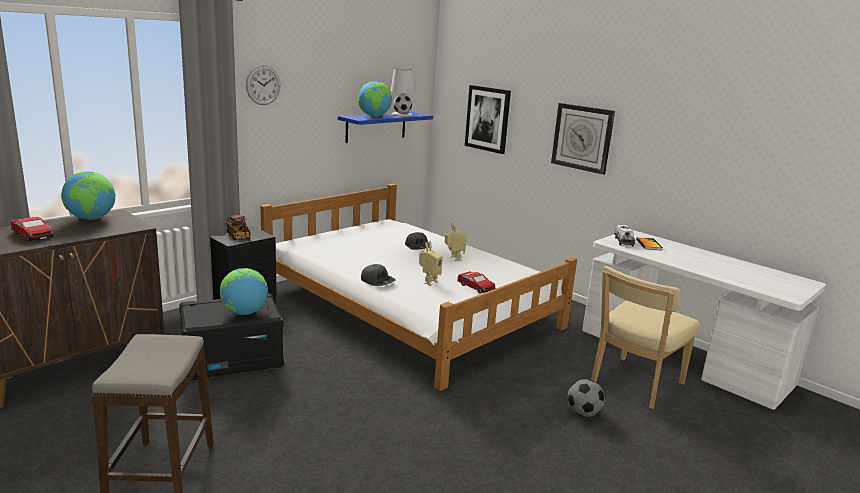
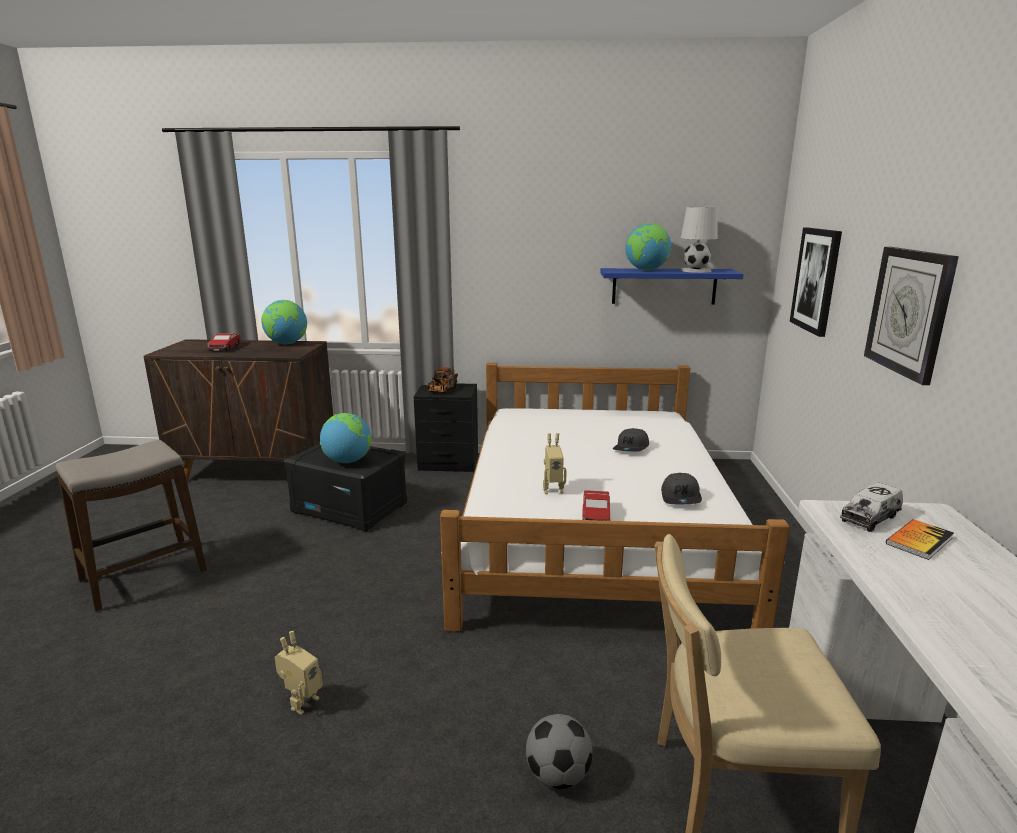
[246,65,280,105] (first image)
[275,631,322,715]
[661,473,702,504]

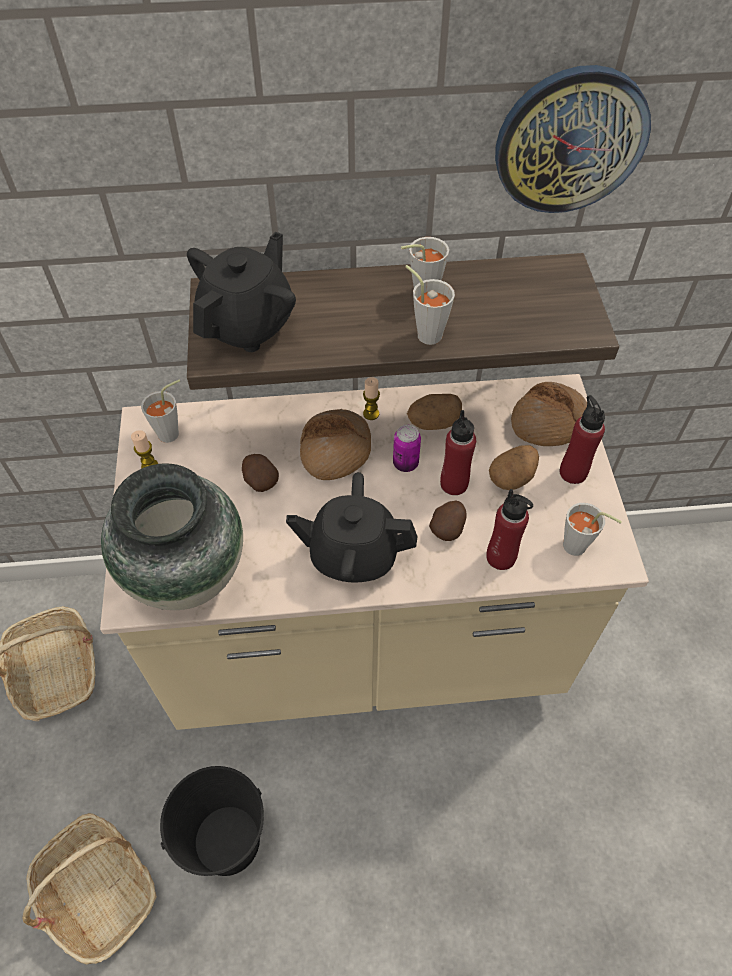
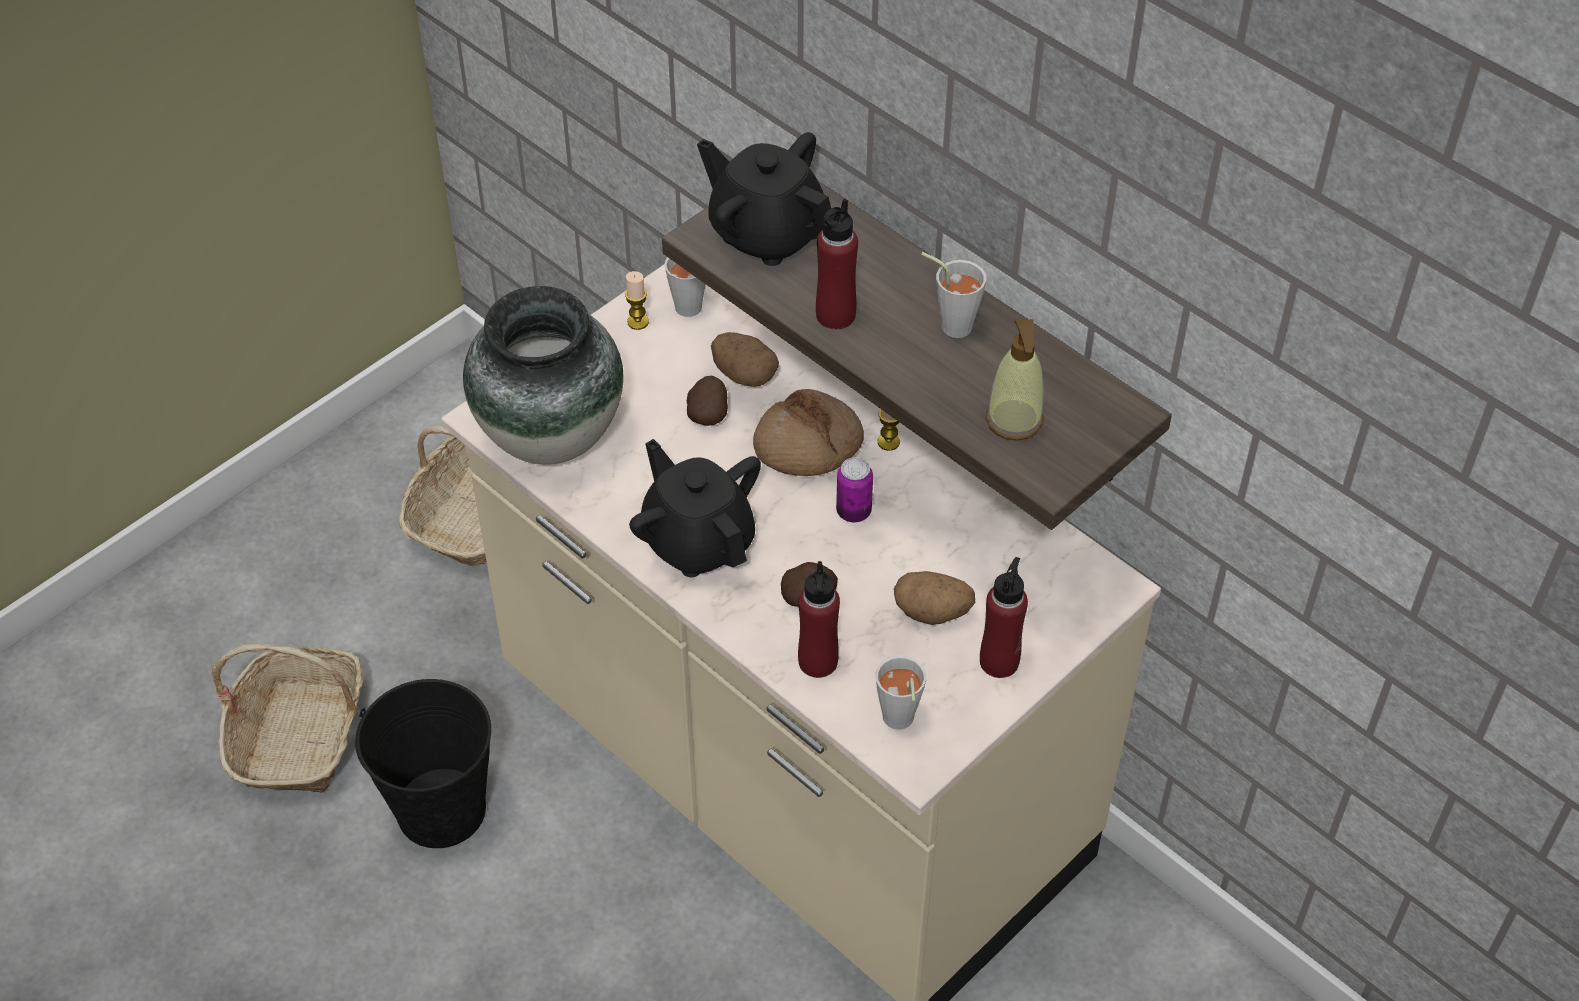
[495,65,651,213] (first image)
[697,132,831,266]
[405,265,455,345] (first image)
[511,382,587,446] (first image)
[711,332,779,387]
[816,198,858,329]
[985,319,1044,441]

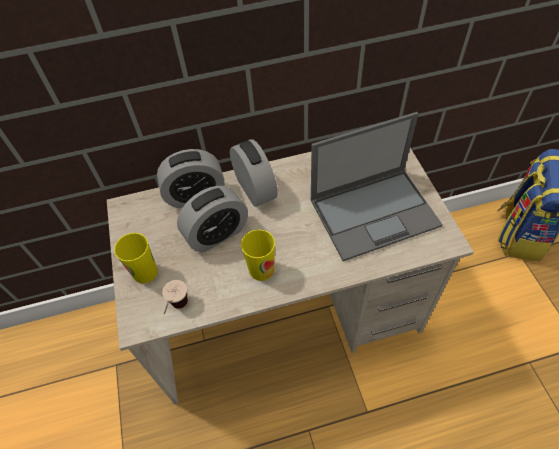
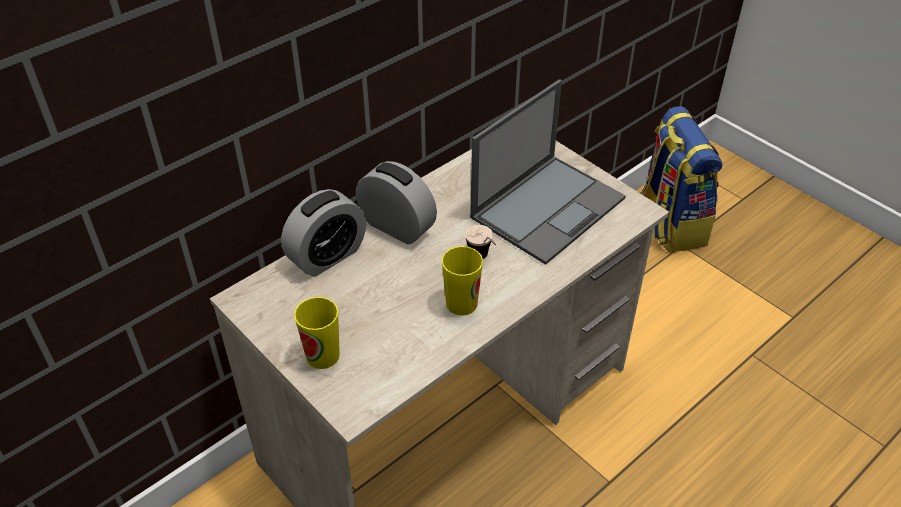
[177,186,248,252] (first image)
[465,225,496,259]

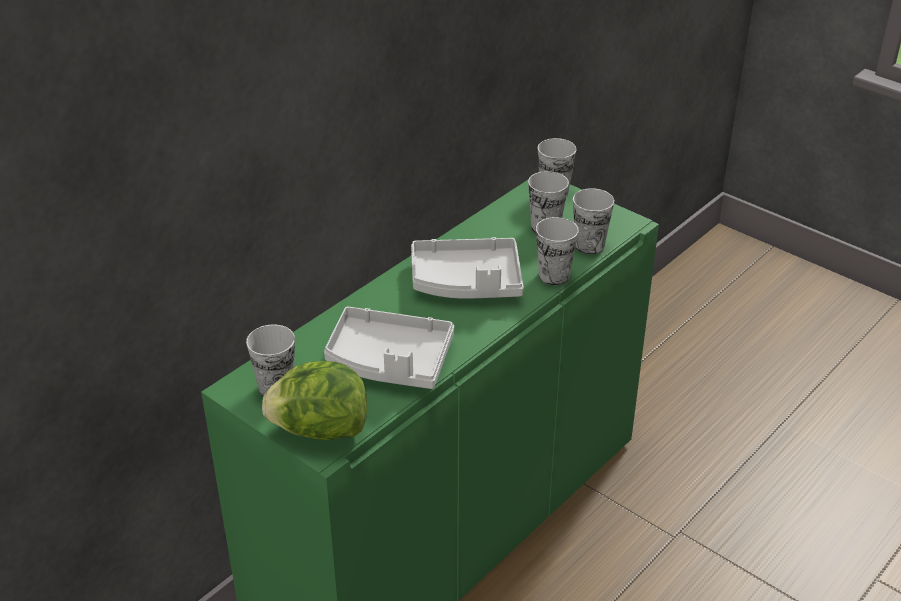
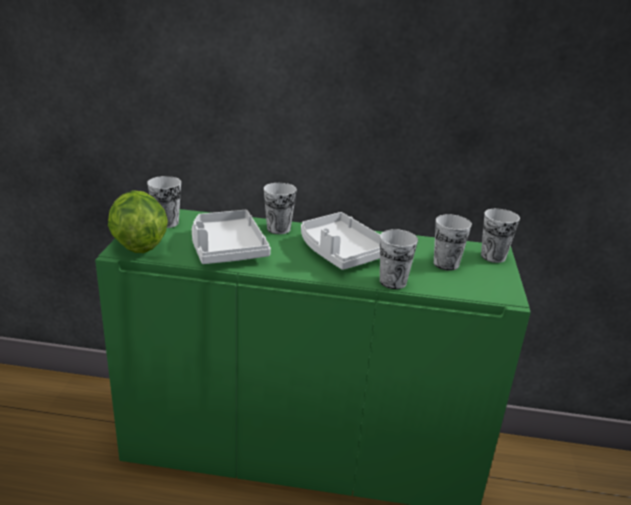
[264,183,297,234]

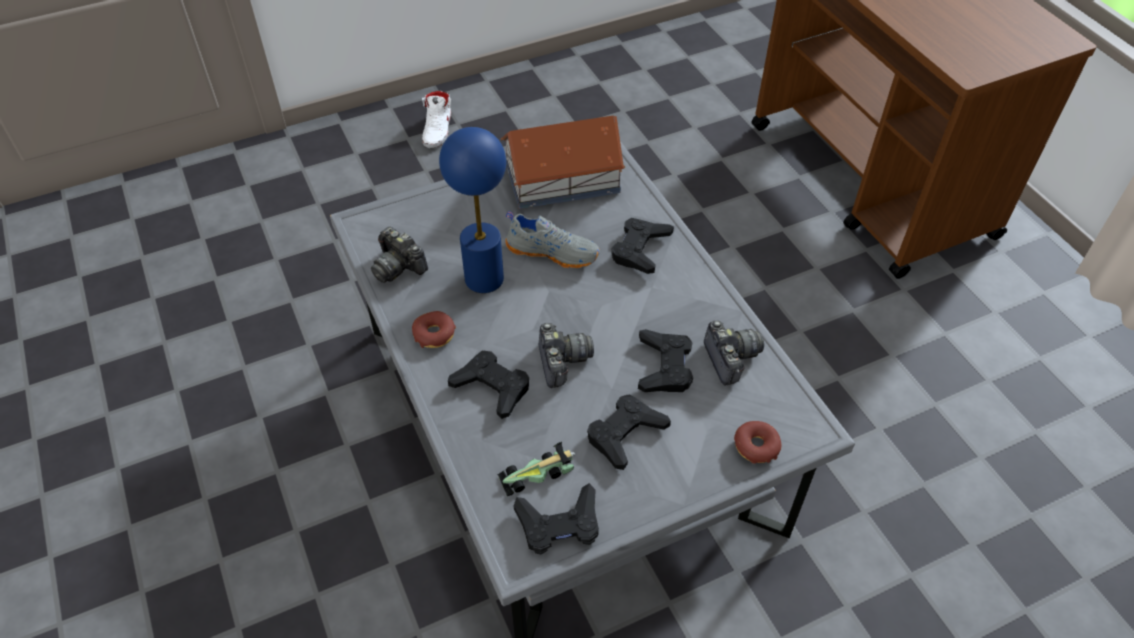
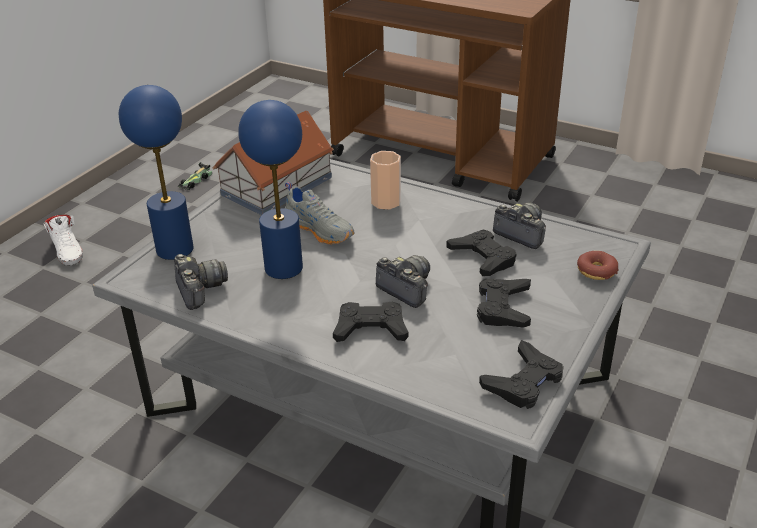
[285,182,355,245]
[370,151,401,210]
[174,254,228,310]
[412,311,456,348] (first image)
[178,162,212,191]
[119,85,194,260]

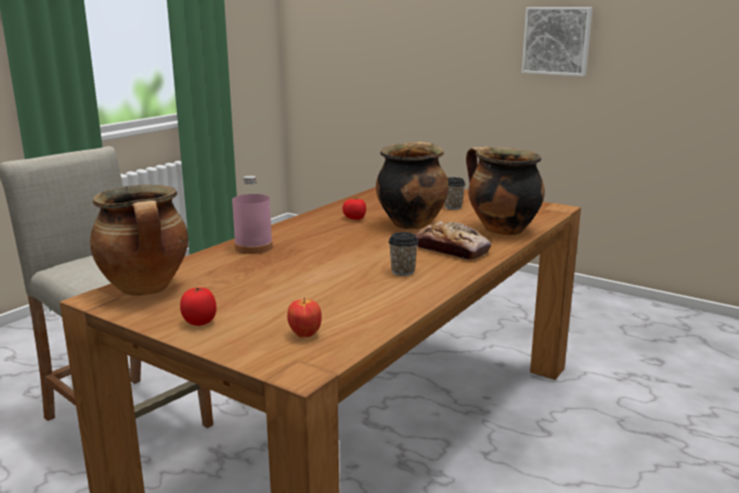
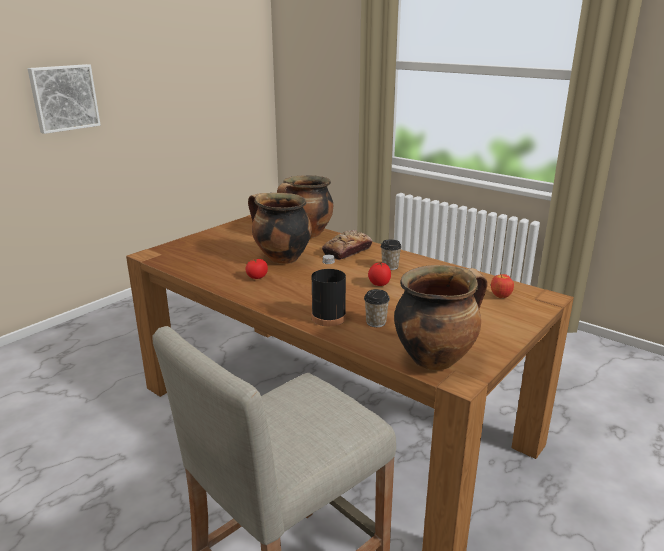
[312,255,346,326]
[364,289,390,327]
[368,262,391,286]

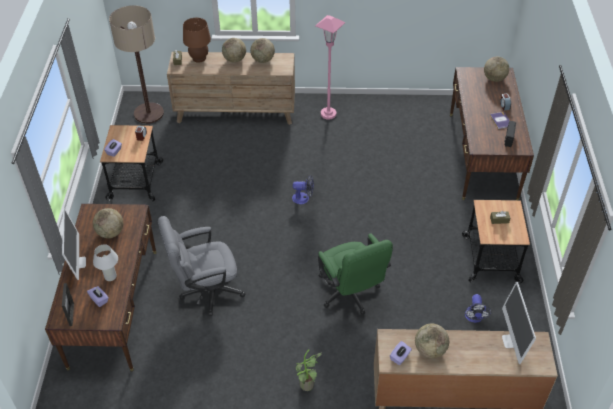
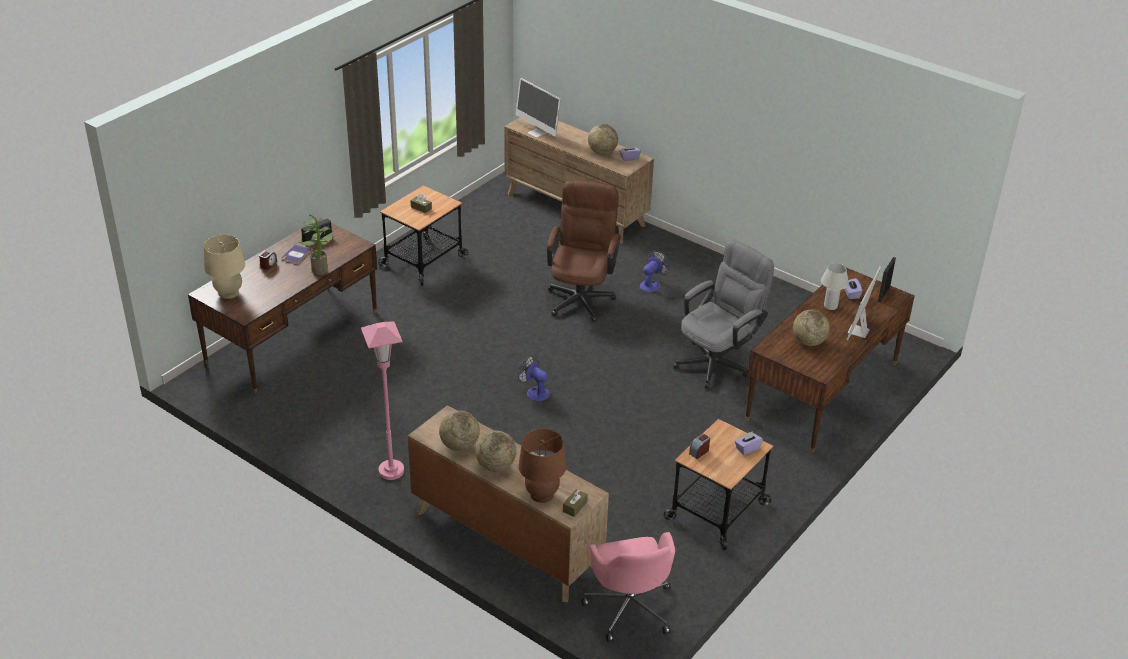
[582,532,675,642]
[204,235,245,299]
[673,239,774,388]
[547,181,621,322]
[516,78,561,138]
[640,250,670,292]
[297,214,334,275]

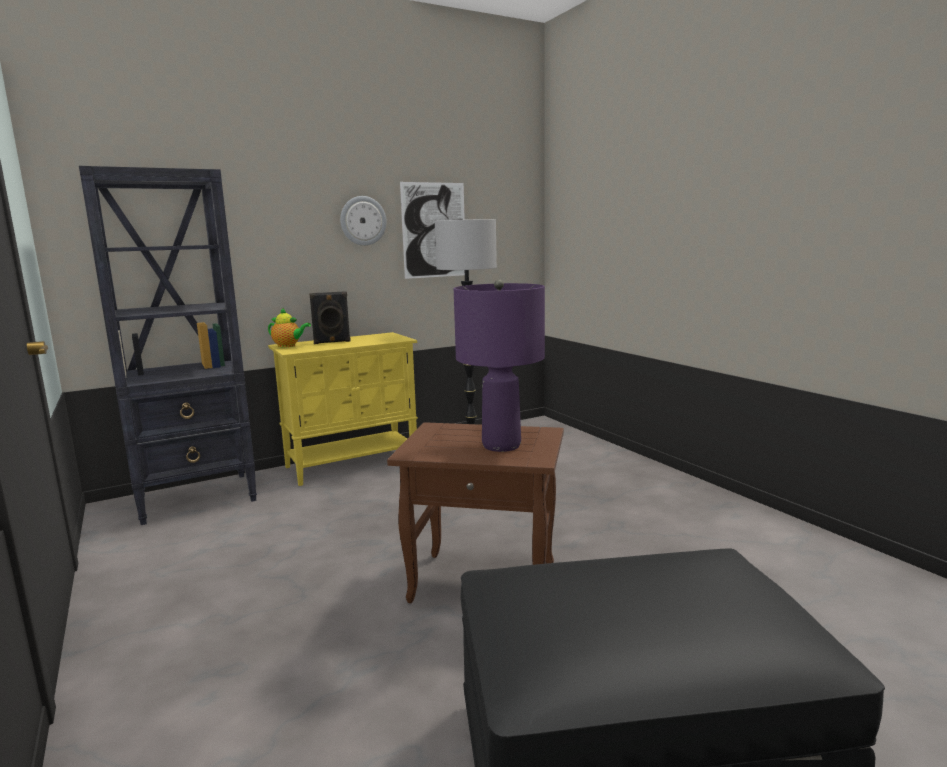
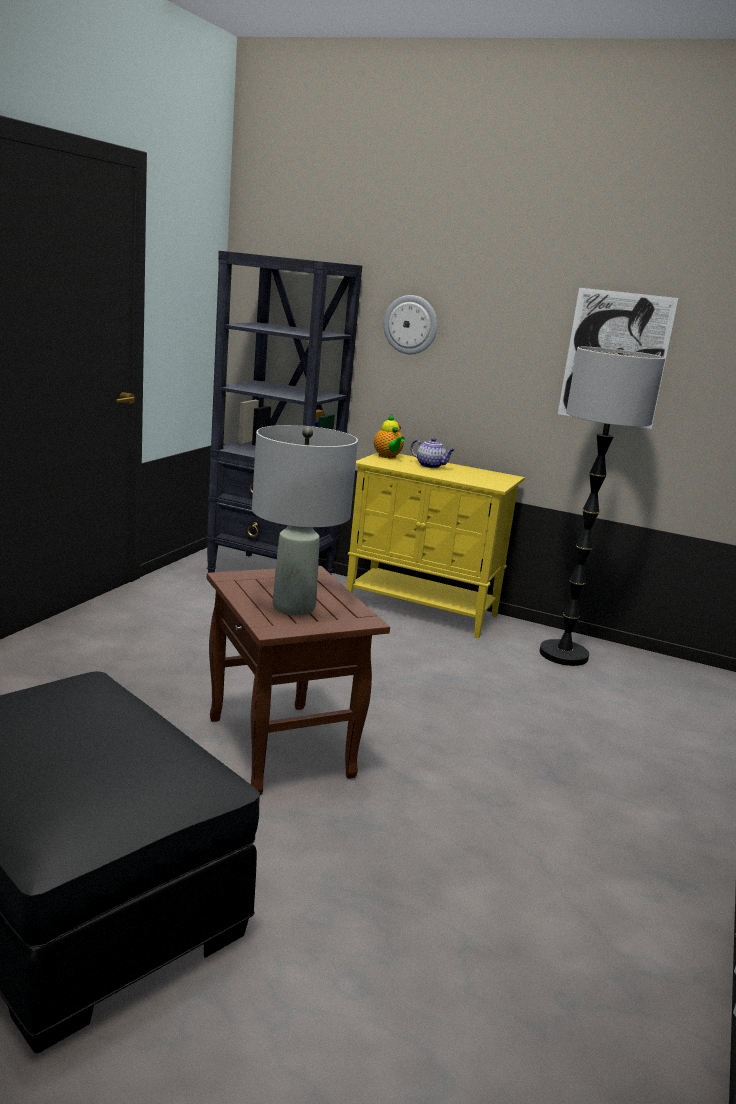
[384,295,437,354]
[252,425,358,616]
[411,438,455,468]

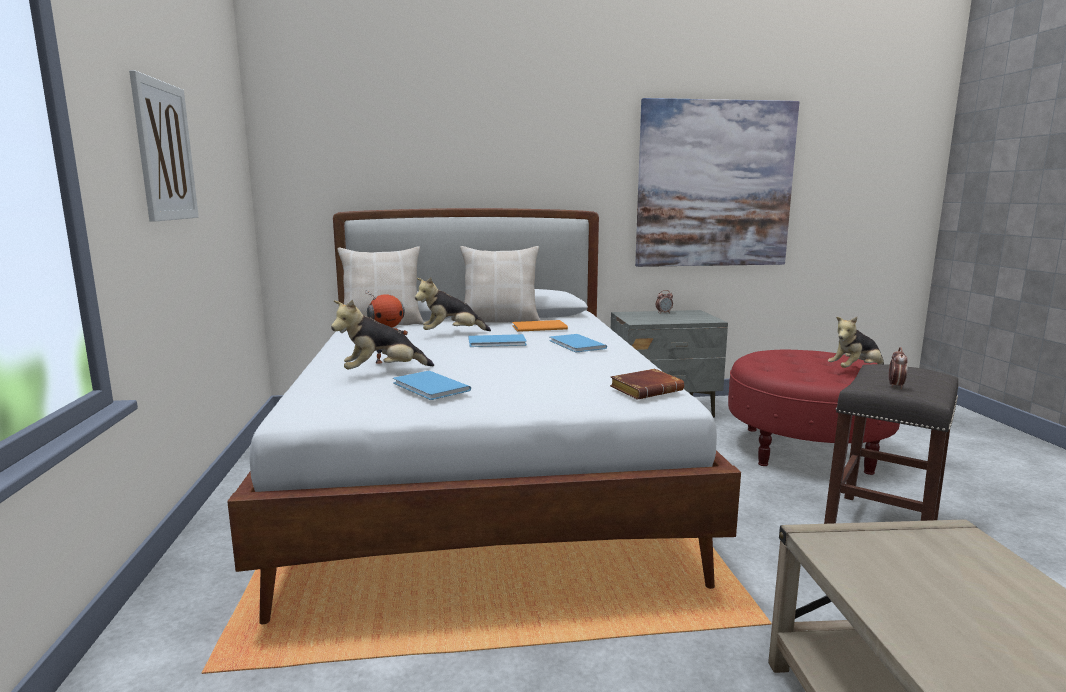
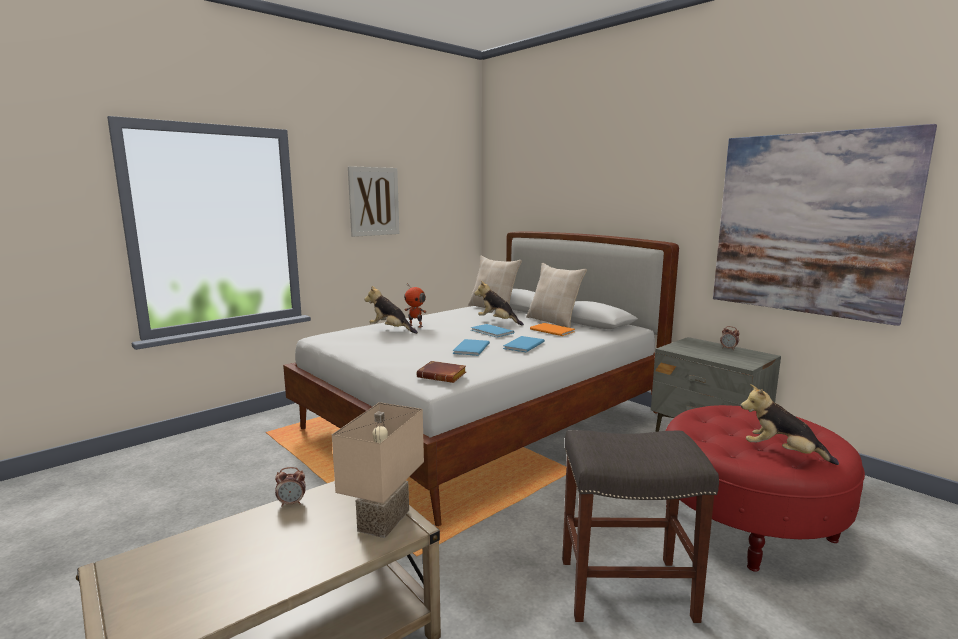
[275,467,306,506]
[452,339,490,356]
[332,402,424,538]

